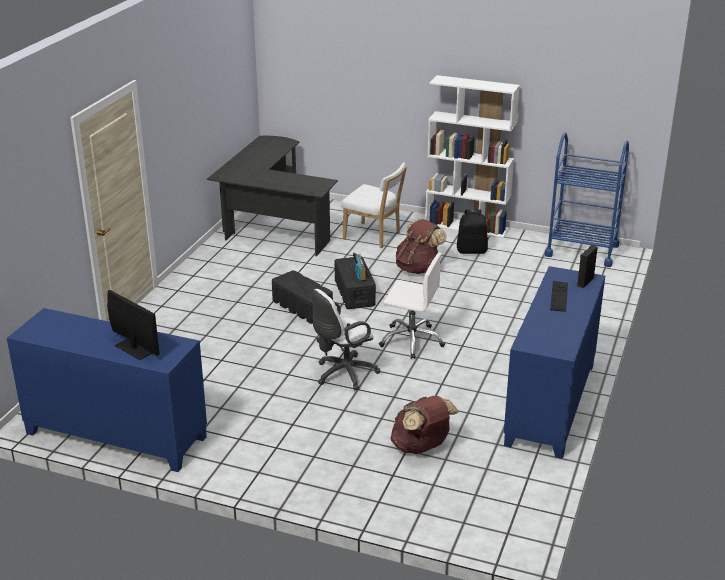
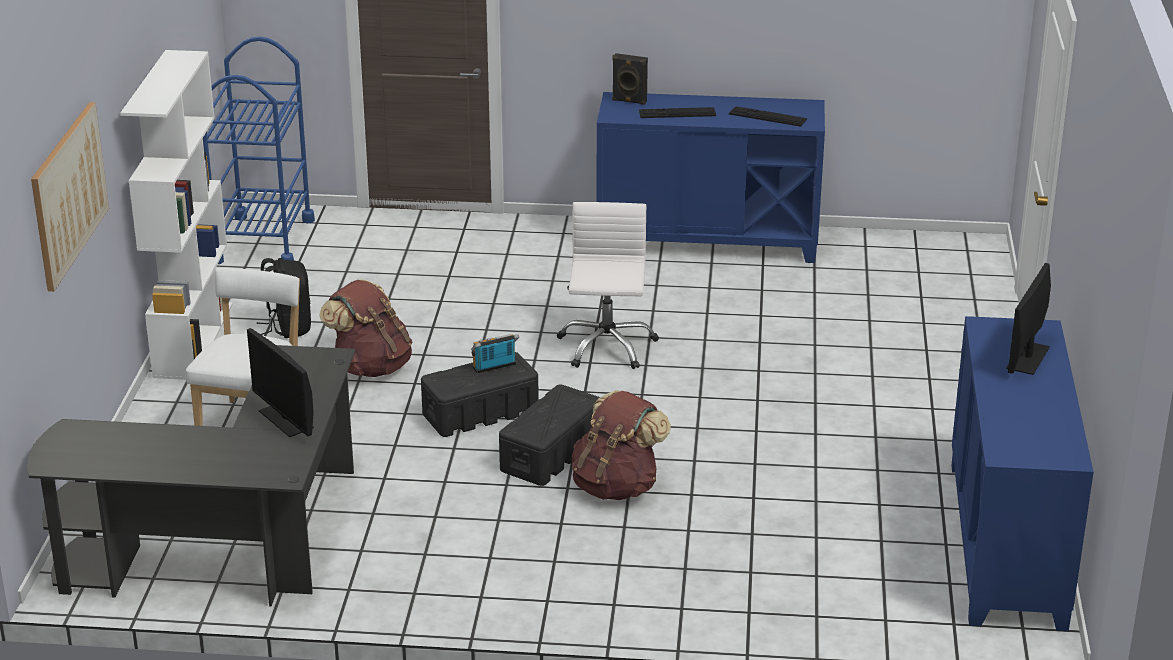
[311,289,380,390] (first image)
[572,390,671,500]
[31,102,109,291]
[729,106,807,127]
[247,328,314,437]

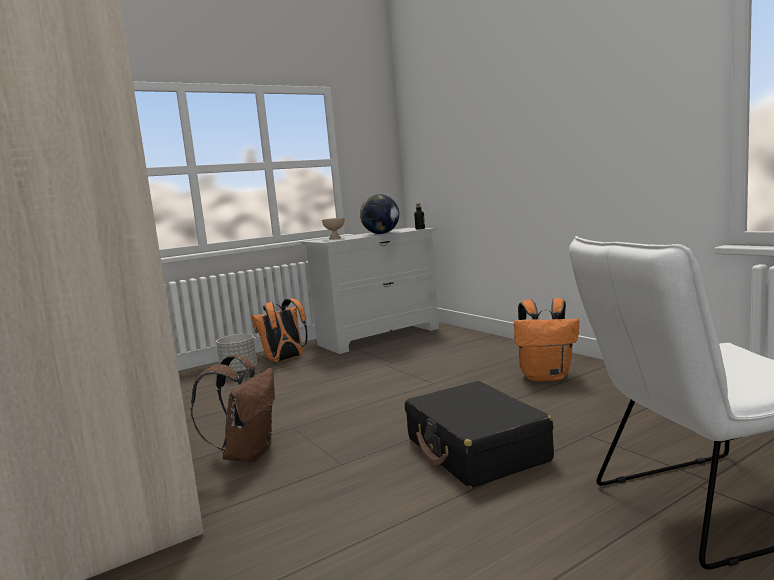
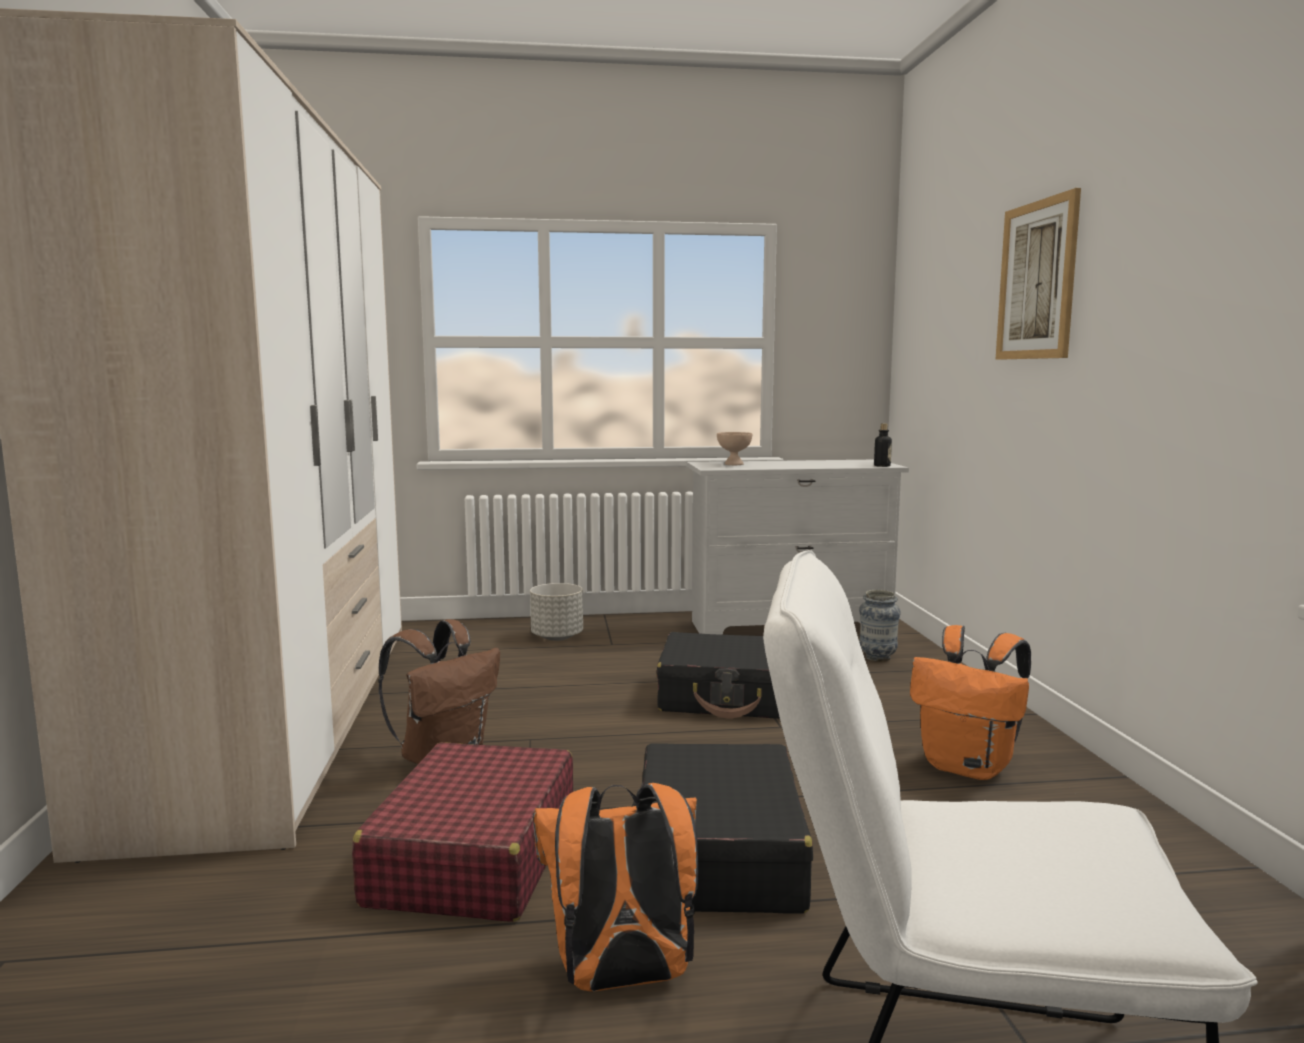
[360,194,399,234] (first image)
[533,783,698,992]
[996,188,1081,360]
[859,590,901,662]
[657,632,780,719]
[352,742,573,922]

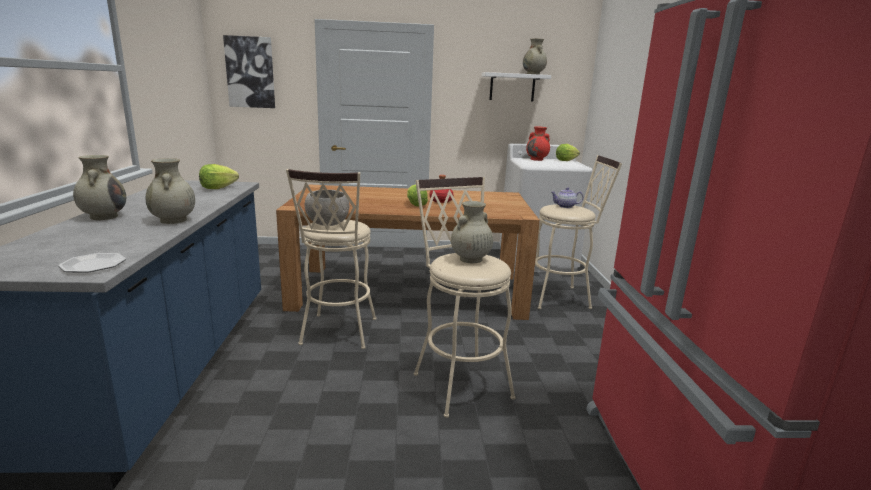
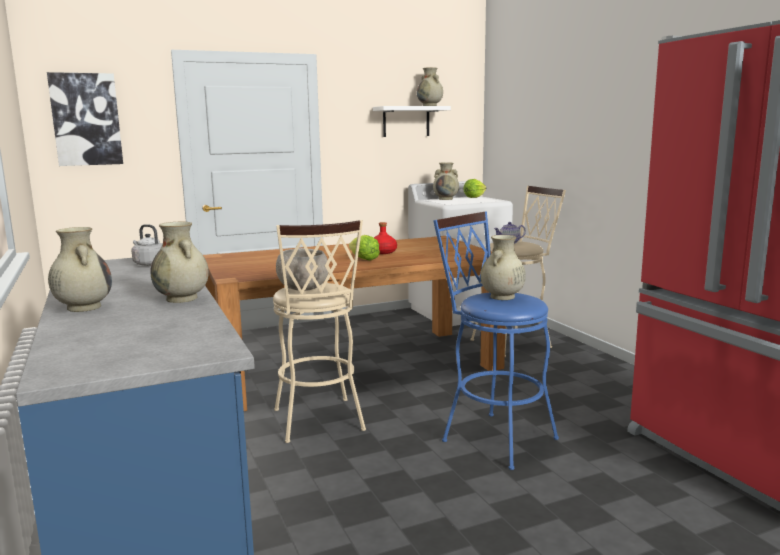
[433,163,459,200]
[131,224,162,266]
[433,211,559,470]
[59,253,126,273] (first image)

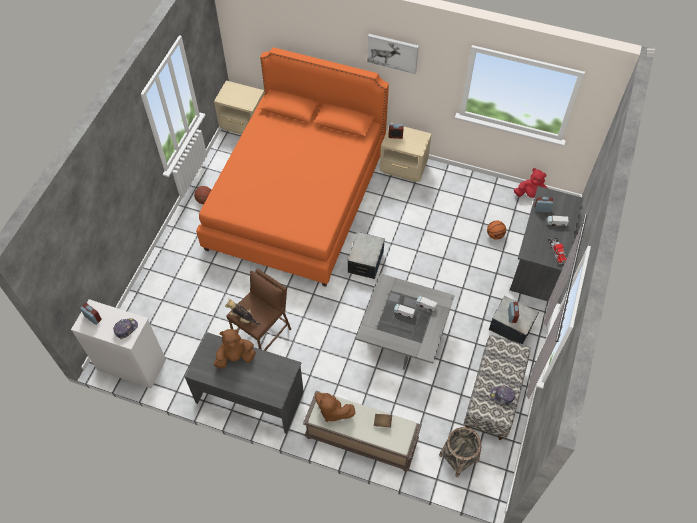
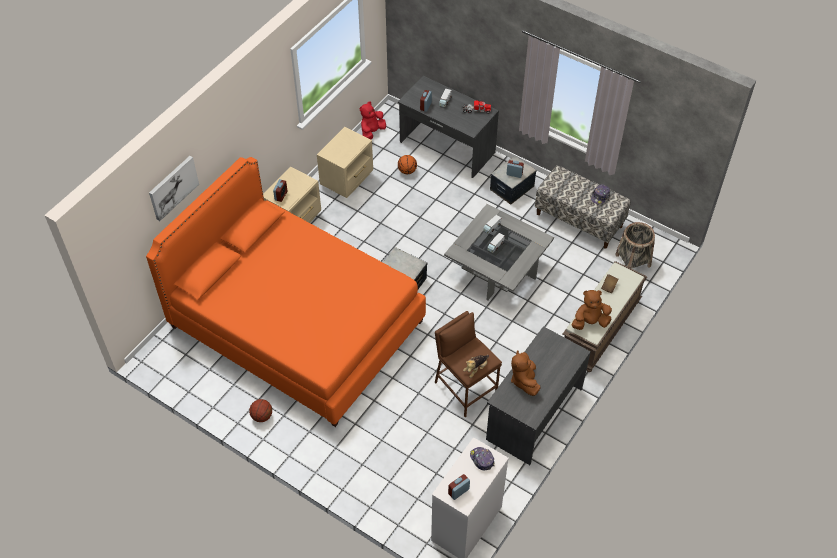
[149,156,199,221]
[317,127,373,198]
[571,290,612,330]

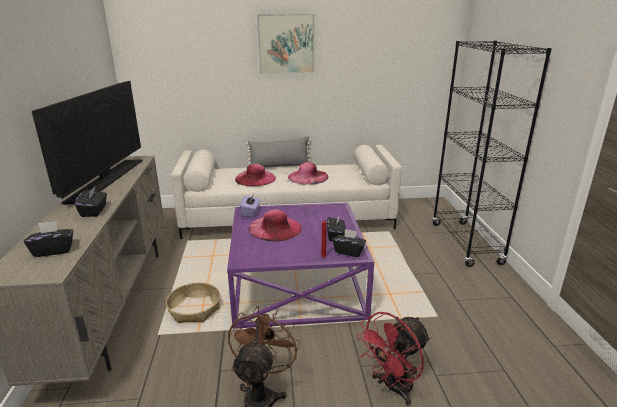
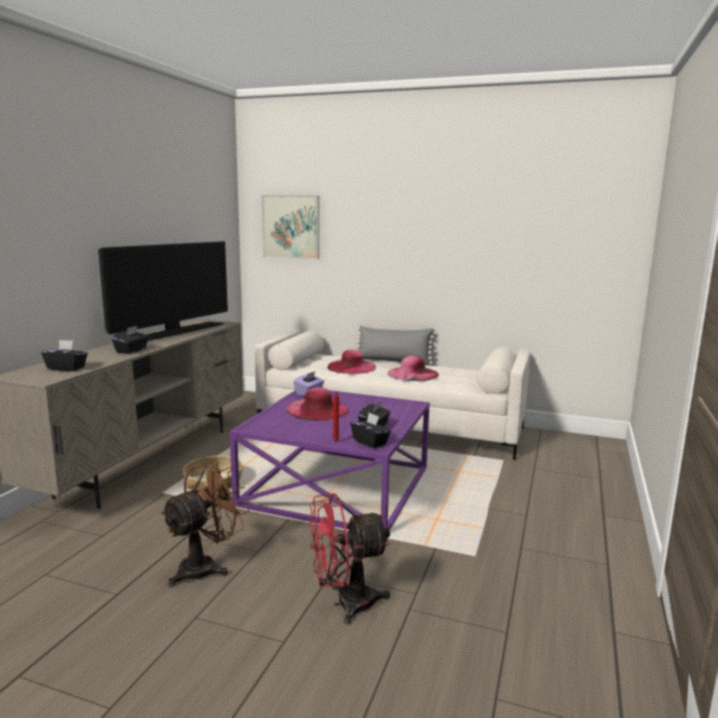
[262,195,319,259]
[432,40,552,267] (first image)

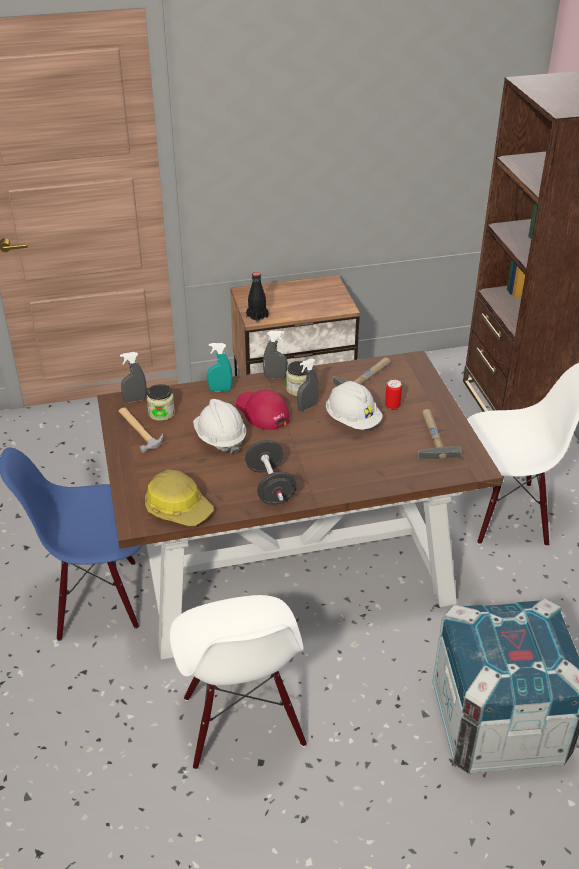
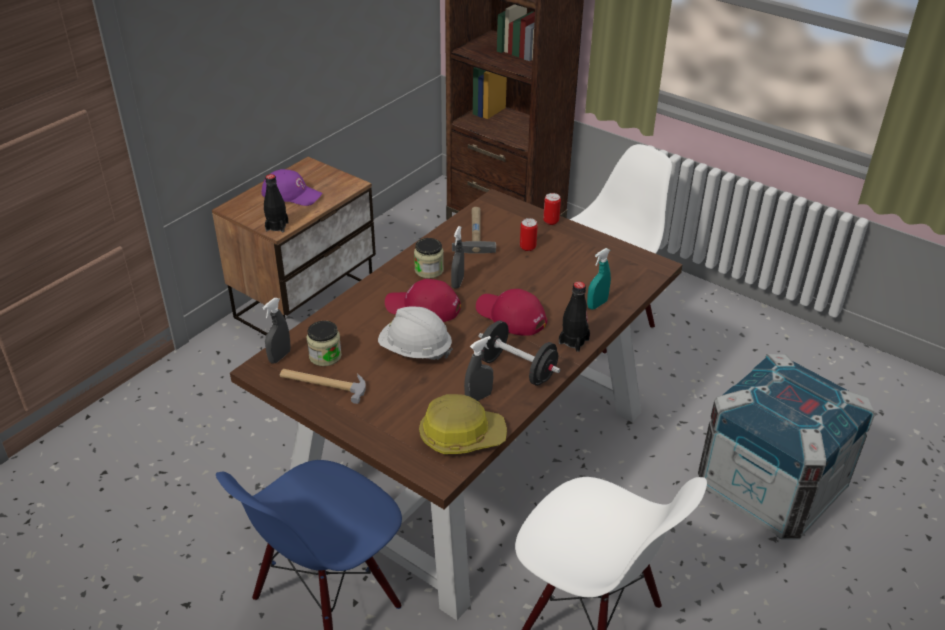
[464,336,493,401]
[587,248,611,309]
[326,381,382,430] (first image)
[418,409,462,460] (first image)
[261,169,322,206]
[543,193,561,225]
[559,281,590,352]
[476,289,547,336]

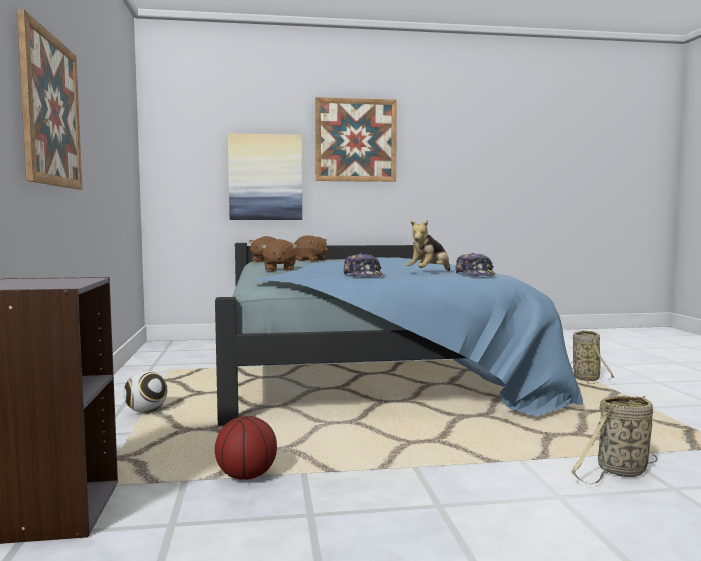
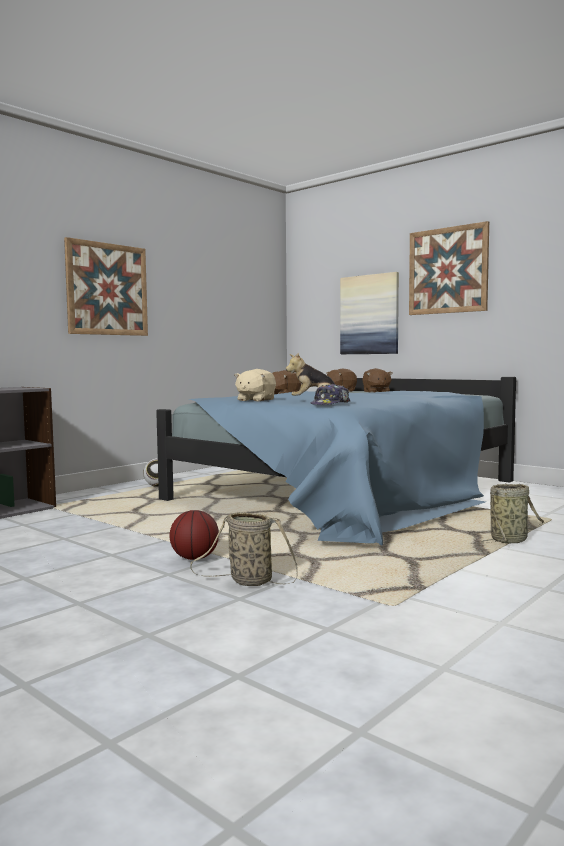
[234,369,276,401]
[169,510,219,560]

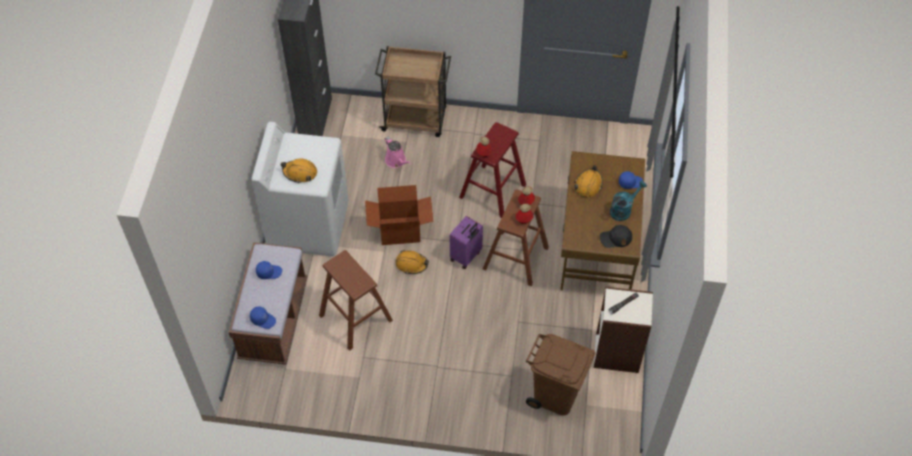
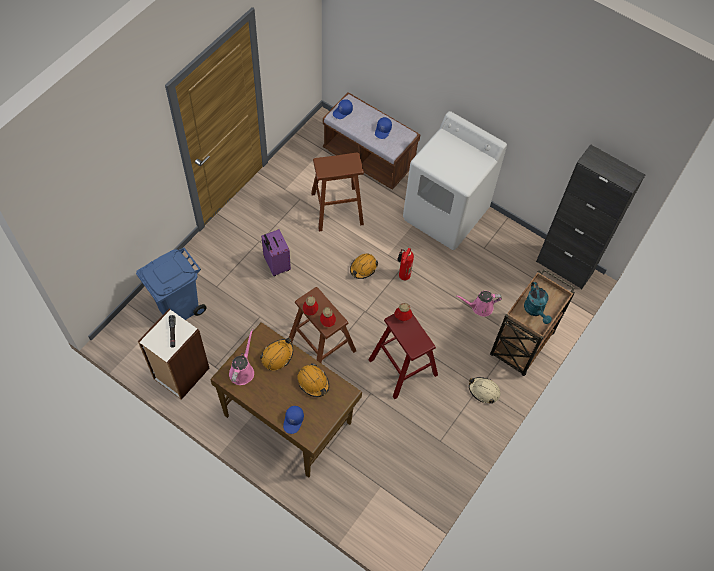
[260,338,294,370]
[524,282,552,324]
[397,248,414,280]
[261,230,291,276]
[229,329,254,385]
[136,248,207,320]
[469,377,500,404]

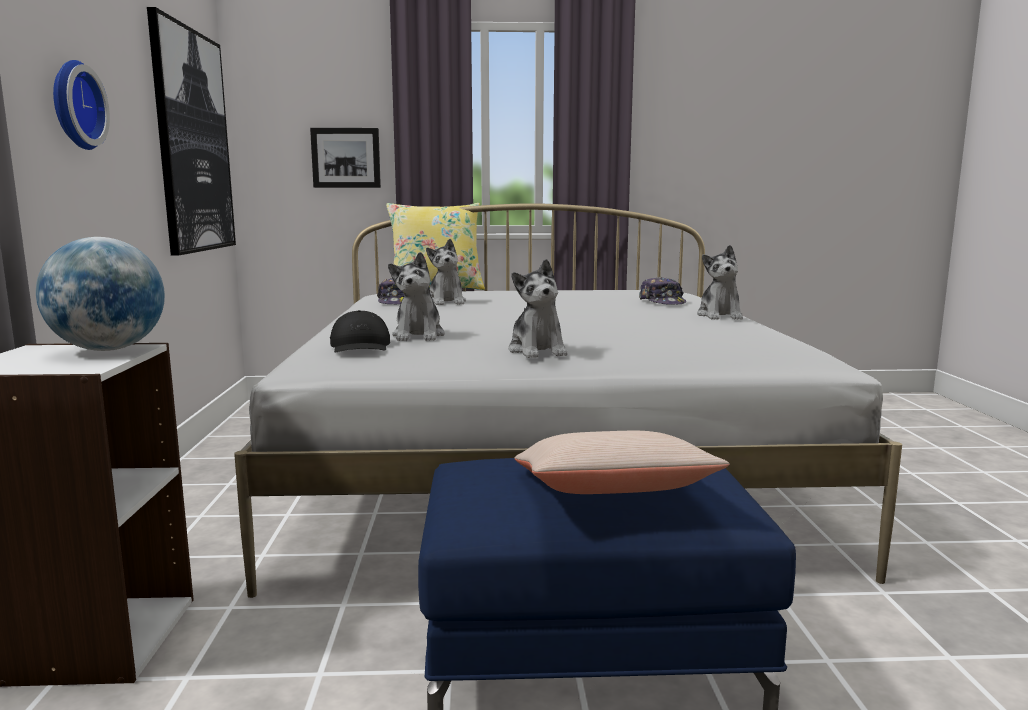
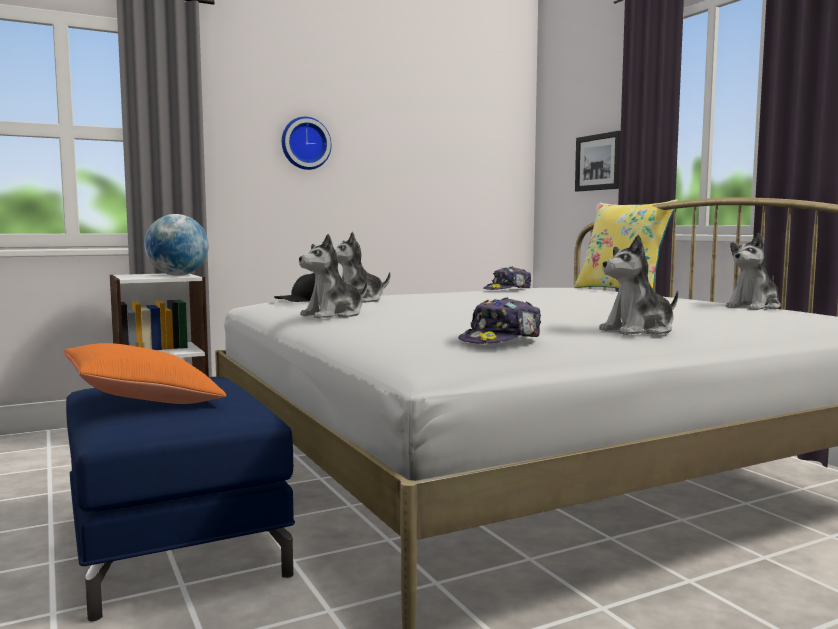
[147,7,236,256] (first image)
[725,233,781,310]
[458,297,541,344]
[64,343,226,404]

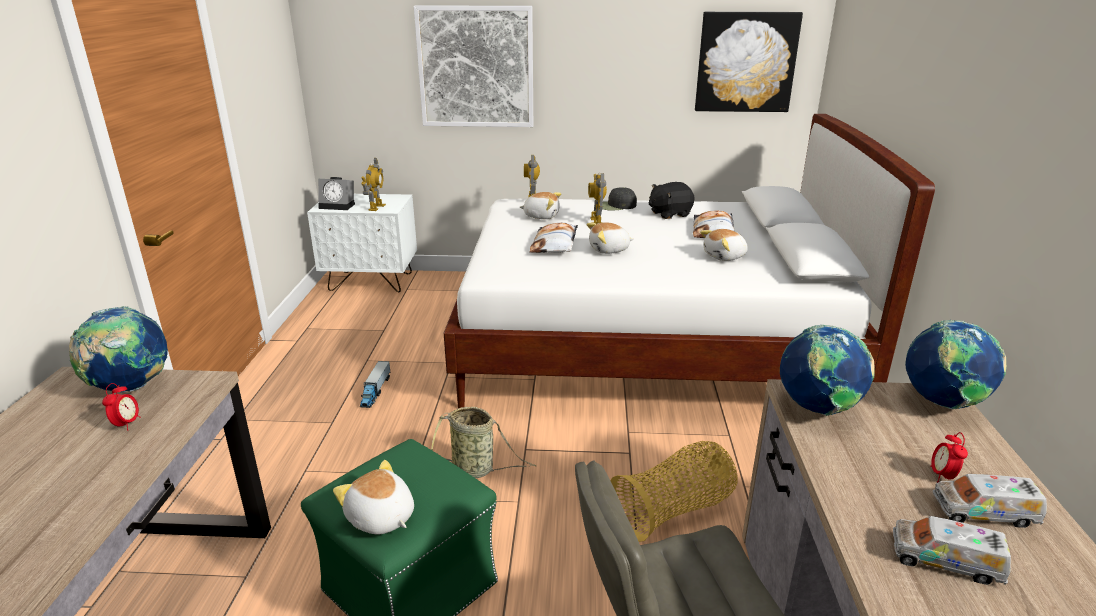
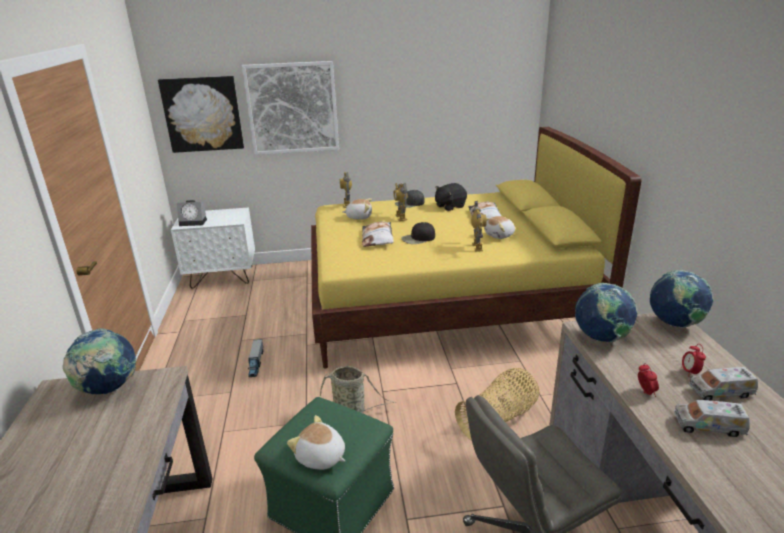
[158,76,244,153]
[311,127,641,369]
[471,201,487,252]
[401,222,435,244]
[638,363,659,397]

